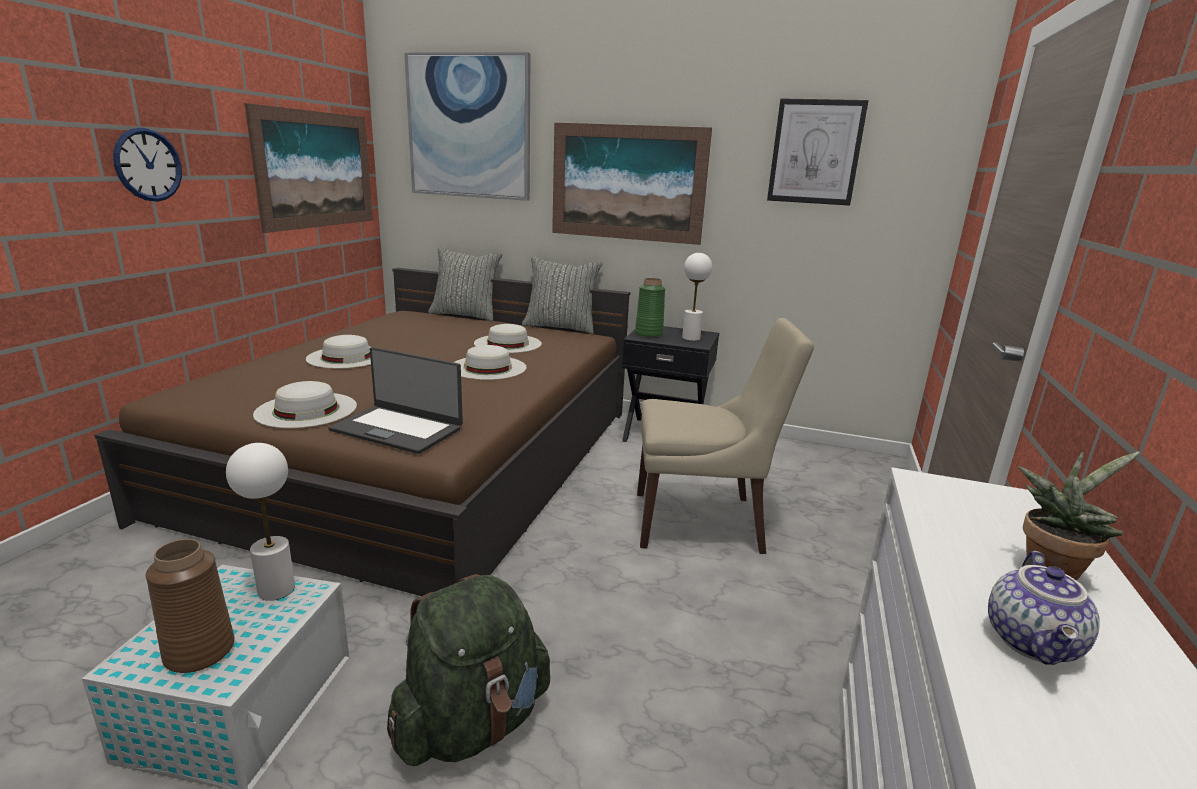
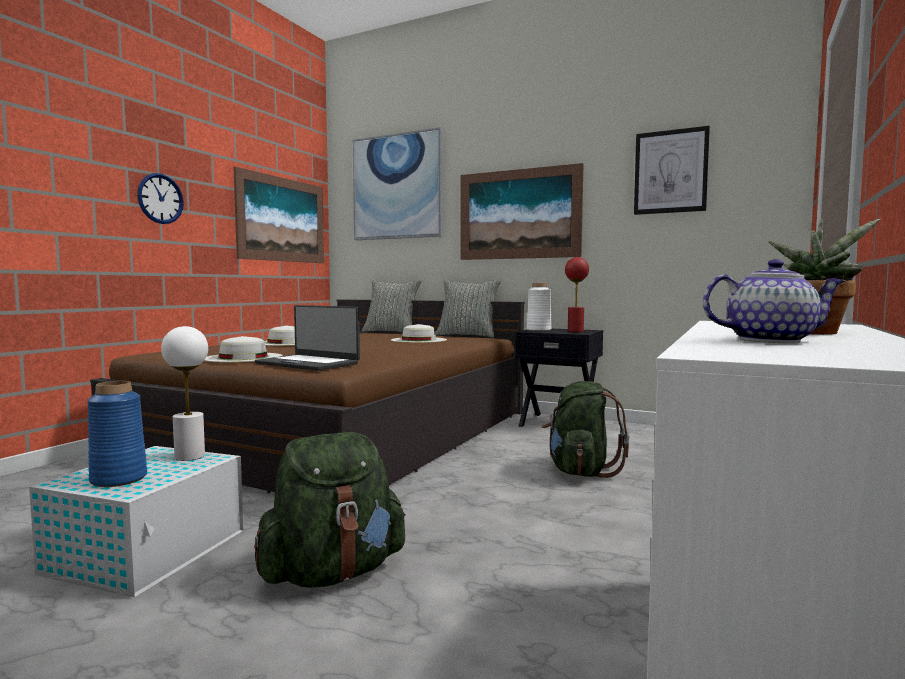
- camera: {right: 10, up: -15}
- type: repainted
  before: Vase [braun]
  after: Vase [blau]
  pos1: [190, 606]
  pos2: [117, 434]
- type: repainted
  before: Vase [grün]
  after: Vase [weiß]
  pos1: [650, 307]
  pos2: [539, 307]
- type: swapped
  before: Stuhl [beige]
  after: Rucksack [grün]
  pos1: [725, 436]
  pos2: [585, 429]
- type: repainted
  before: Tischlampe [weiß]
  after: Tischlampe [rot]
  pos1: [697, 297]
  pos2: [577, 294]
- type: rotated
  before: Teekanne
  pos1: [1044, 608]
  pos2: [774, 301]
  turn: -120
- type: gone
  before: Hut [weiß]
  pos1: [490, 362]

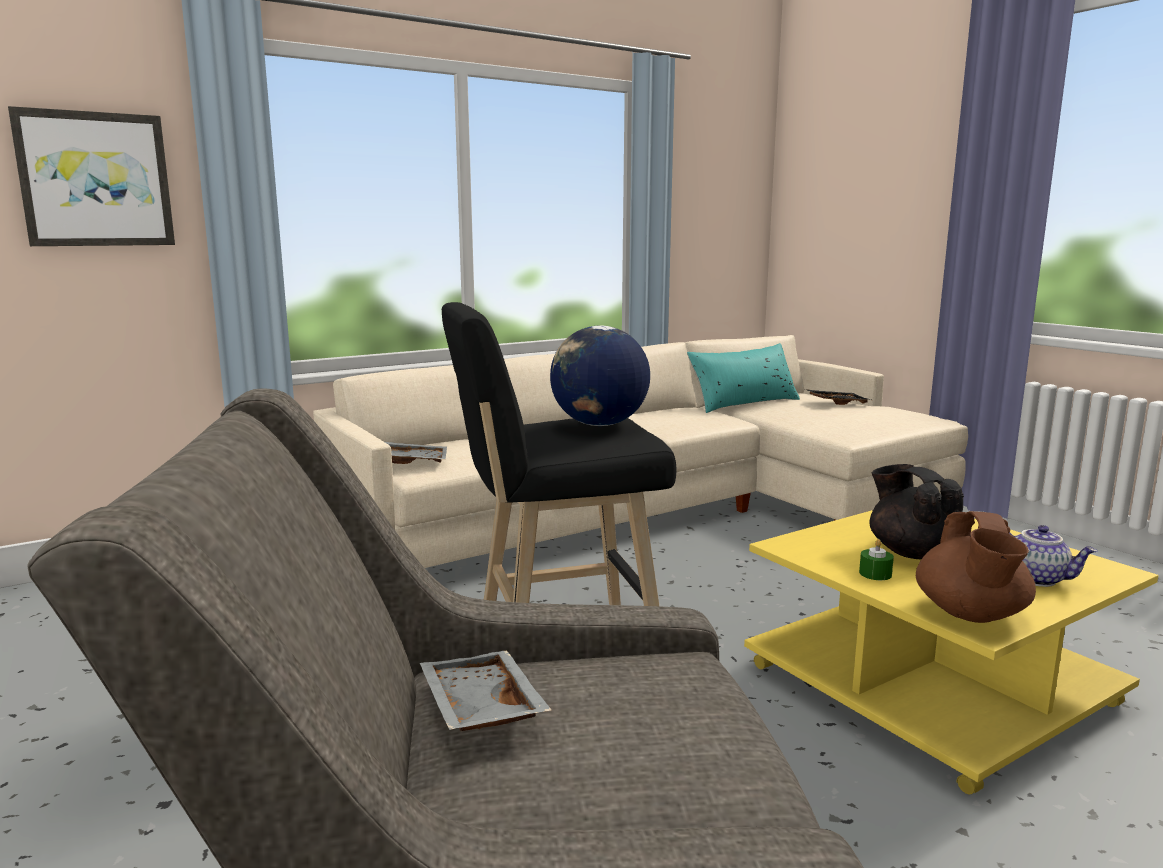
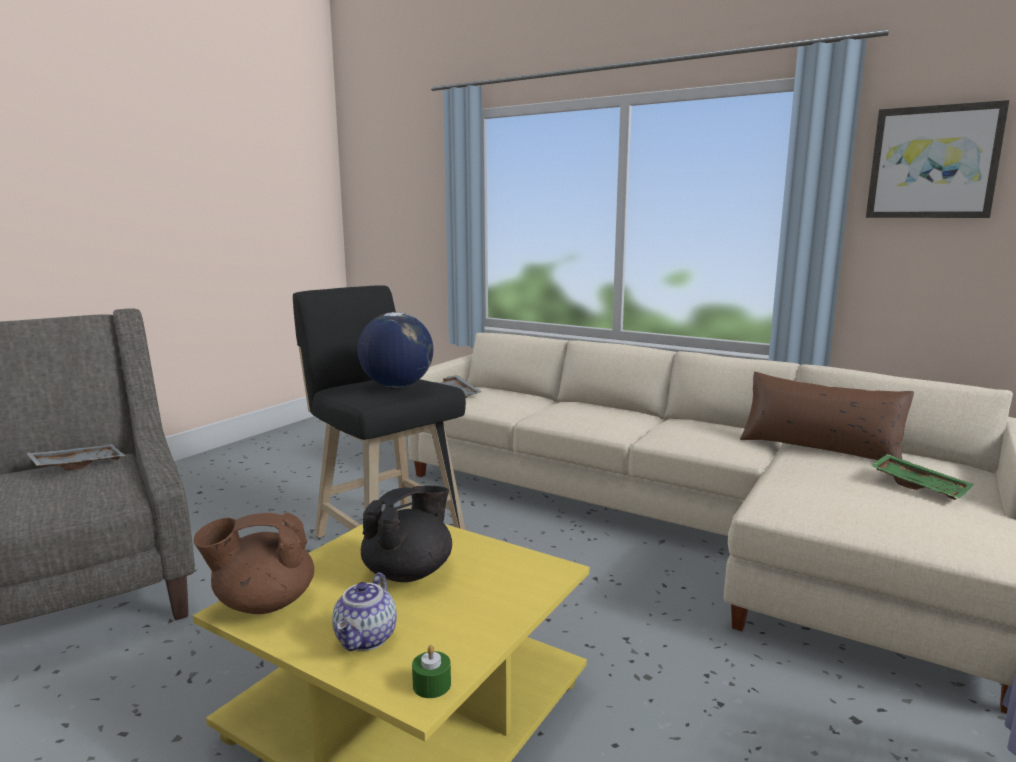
- camera: {right: 65, up: 0}
- type: shifted
  before: Kerze [grün]
  pos1: [876, 559]
  pos2: [431, 671]
- type: repainted
  before: Kissen [türkis]
  after: Kissen [braun]
  pos1: [743, 378]
  pos2: [827, 416]
- type: shifted
  before: Bild
  pos1: [91, 176]
  pos2: [938, 159]
- type: repainted
  before: Tablett [schwarz]
  after: Tablett [grün]
  pos1: [838, 397]
  pos2: [922, 477]

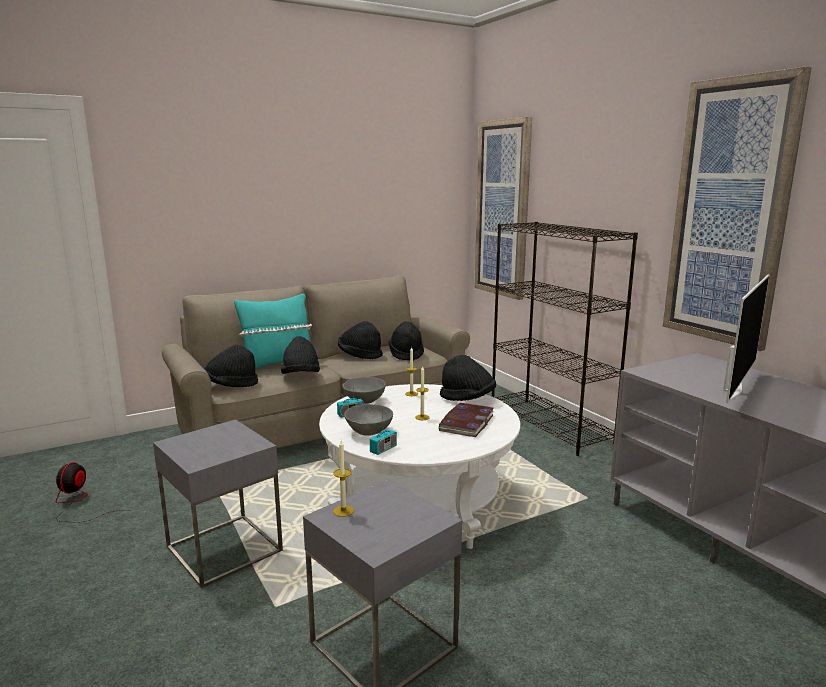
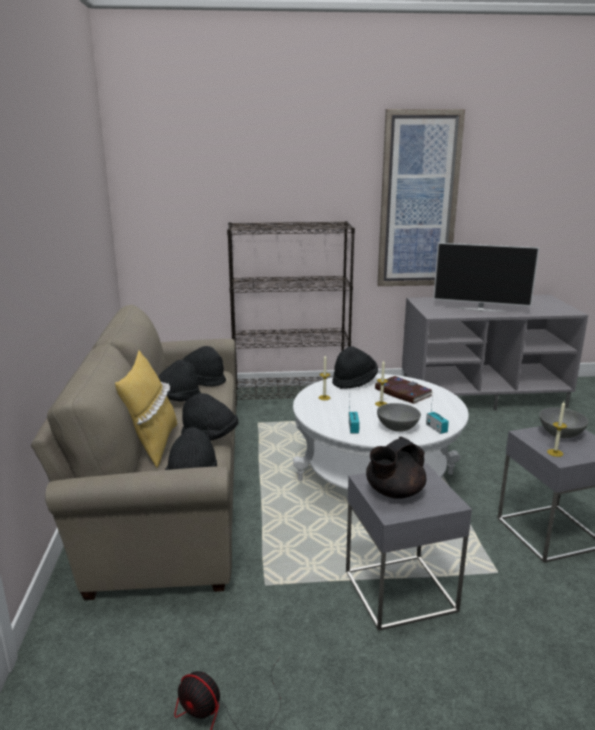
- camera: {right: -65, up: 5}
- type: repainted
  before: Kissen [türkis]
  after: Kissen [gelb]
  pos1: [273, 331]
  pos2: [146, 409]
- type: new
  after: Teekanne [schwarz]
  pos2: [396, 468]
- type: rotated
  before: Fernseher
  pos1: [746, 339]
  pos2: [486, 277]
  turn: 135
- type: shifted
  before: Schüssel [grau]
  pos1: [364, 390]
  pos2: [564, 422]
- type: gone
  before: Bild
  pos1: [503, 208]

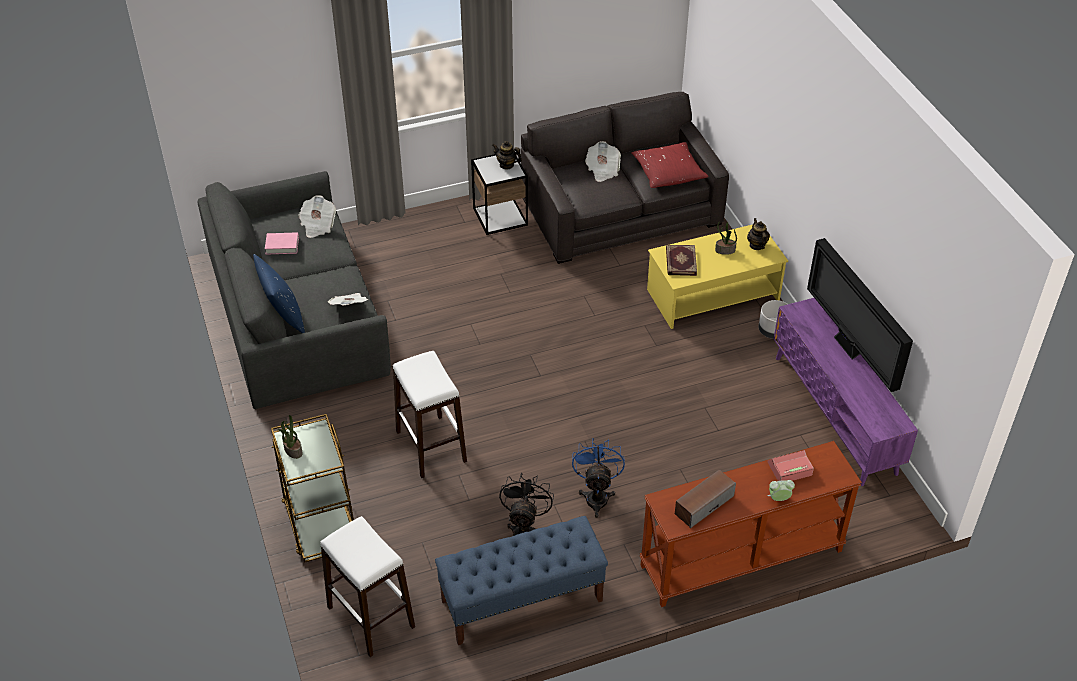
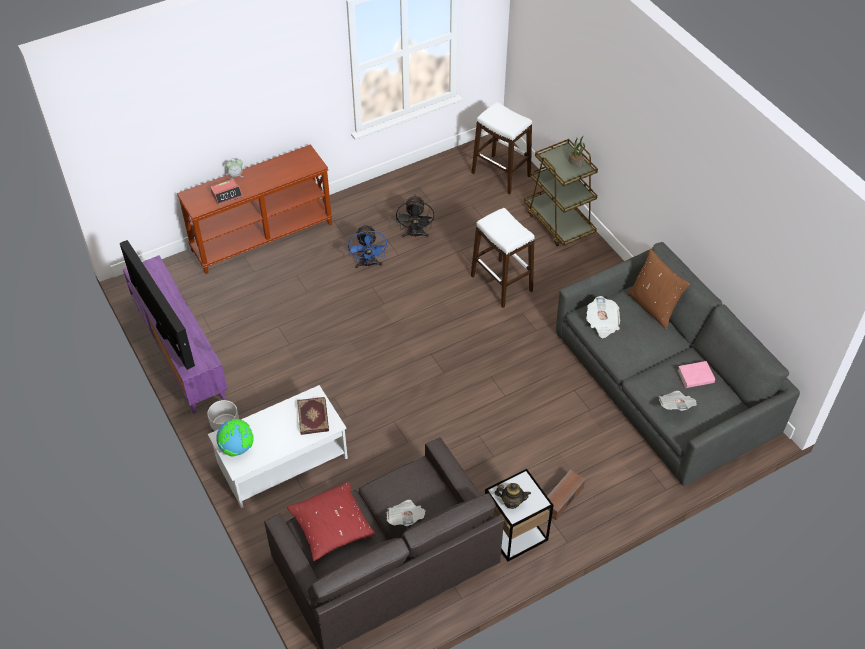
- camera: {right: 170, up: 5}
- type: repainted
  before: Couchtisch [gelb]
  after: Couchtisch [weiß]
  pos1: [717, 276]
  pos2: [278, 446]
- type: swapped
  before: Teekanne
  after: Globus
  pos1: [758, 234]
  pos2: [235, 438]
- type: shifted
  before: Lautsprecher
  pos1: [705, 499]
  pos2: [566, 494]
- type: repainted
  before: Kissen [blau]
  after: Kissen [braun]
  pos1: [279, 293]
  pos2: [658, 289]
- type: gone
  before: Bank [blau]
  pos1: [521, 580]
- type: gone
  before: Topfpflanze
  pos1: [726, 238]

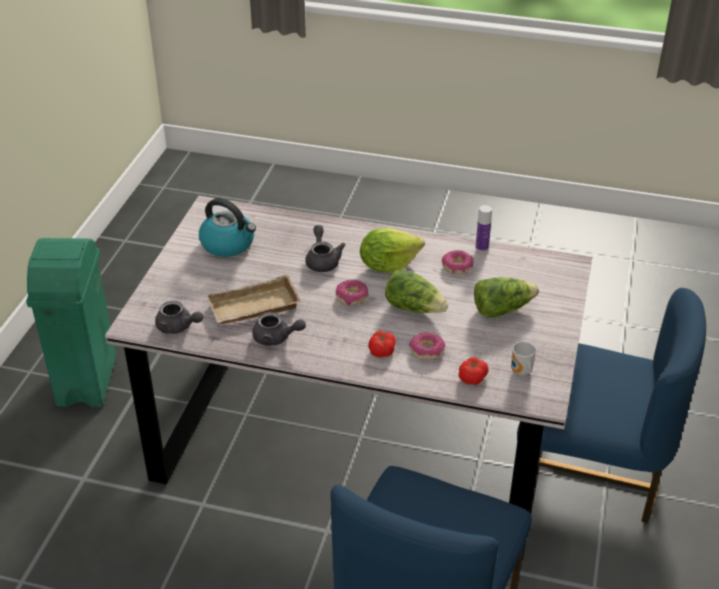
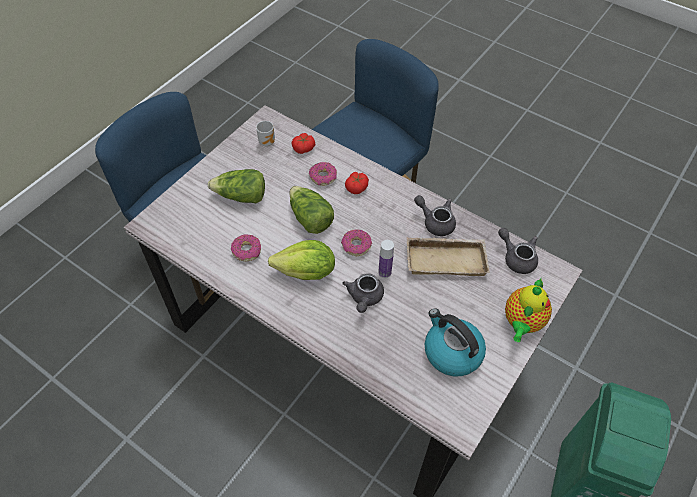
- camera: {right: -160, up: 15}
- type: shifted
  before: Flasche
  pos1: [484, 228]
  pos2: [386, 259]
- type: new
  after: Teekanne
  pos2: [528, 310]

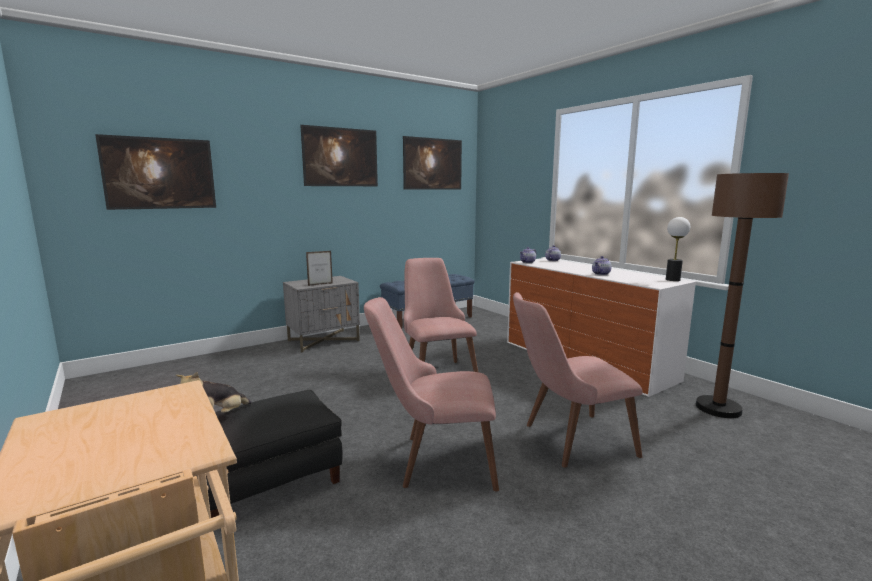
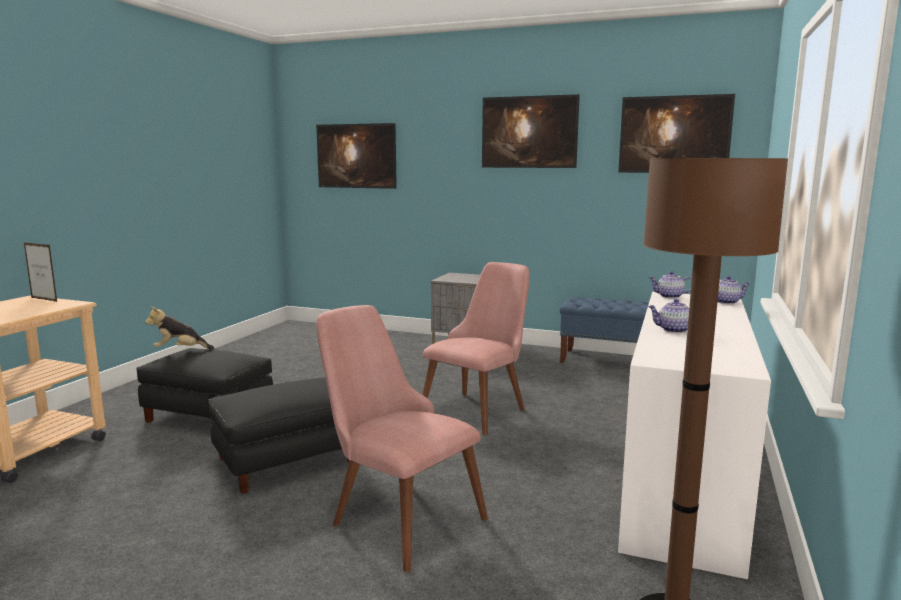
- camera: {right: 55, up: 0}
- type: shifted
  before: Bilderrahmen
  pos1: [319, 268]
  pos2: [40, 272]
- type: swapped
  before: Stuhl [rosa]
  after: Polsterhocker [schwarz]
  pos1: [431, 394]
  pos2: [279, 435]
- type: gone
  before: Tischlampe
  pos1: [678, 249]

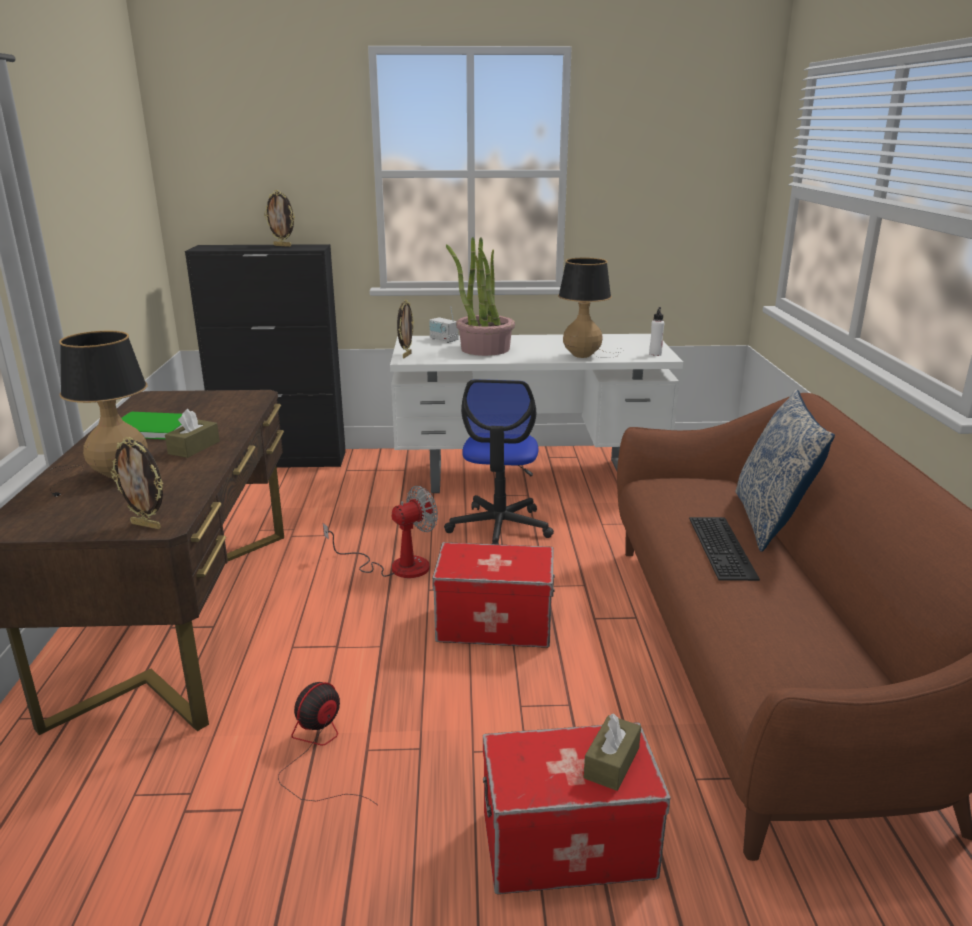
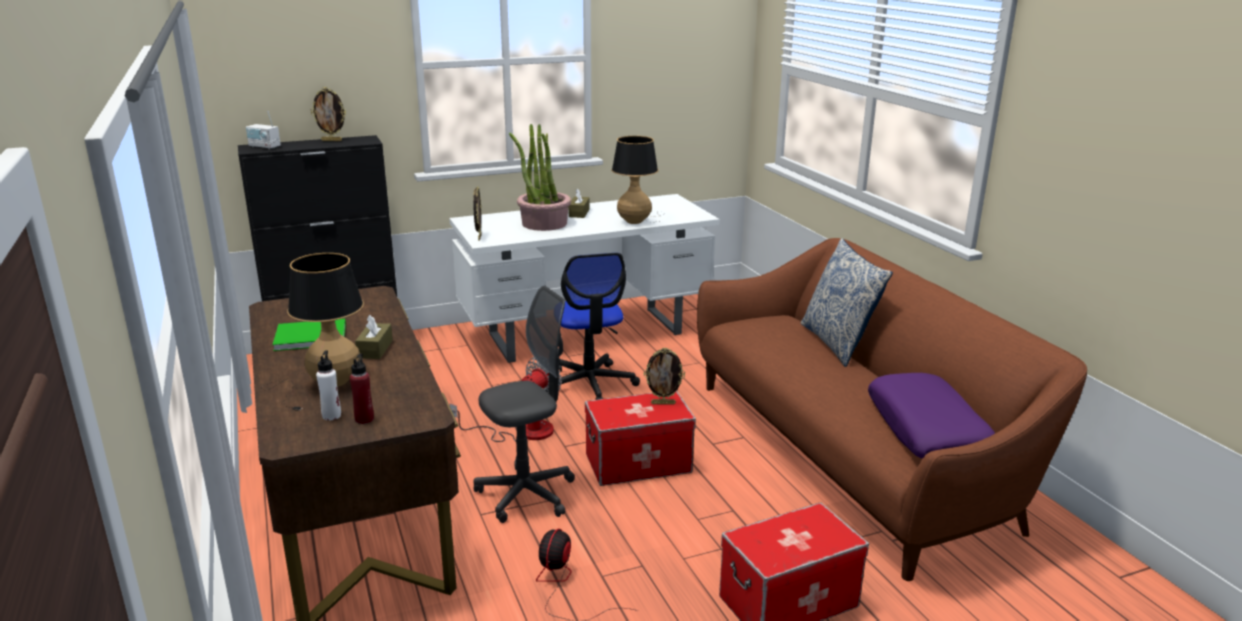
- camera: {right: -20, up: 0}
- type: shifted
  before: Radio
  pos1: [443, 324]
  pos2: [263, 130]
- type: shifted
  before: Flasche [weiß]
  pos1: [656, 331]
  pos2: [328, 385]
- type: new
  after: Flasche [rot]
  pos2: [362, 389]
- type: new
  after: Bürostuhl [grau]
  pos2: [524, 404]
- type: shifted
  before: Taschentuchbox [braun]
  pos1: [612, 752]
  pos2: [579, 203]
- type: shifted
  before: Bilderrahmen
  pos1: [136, 483]
  pos2: [664, 376]
- type: new
  after: Kissen [lila]
  pos2: [931, 416]
- type: gone
  before: Tastatur
  pos1: [724, 549]

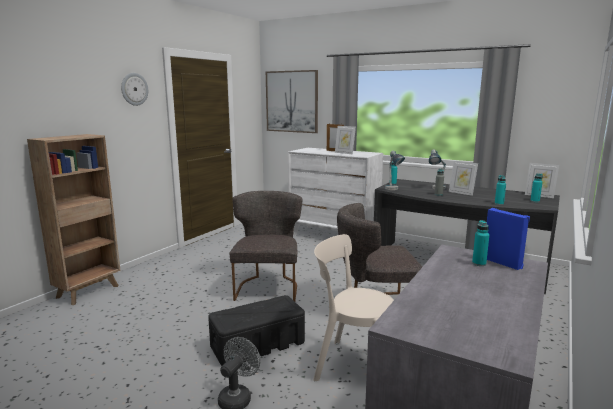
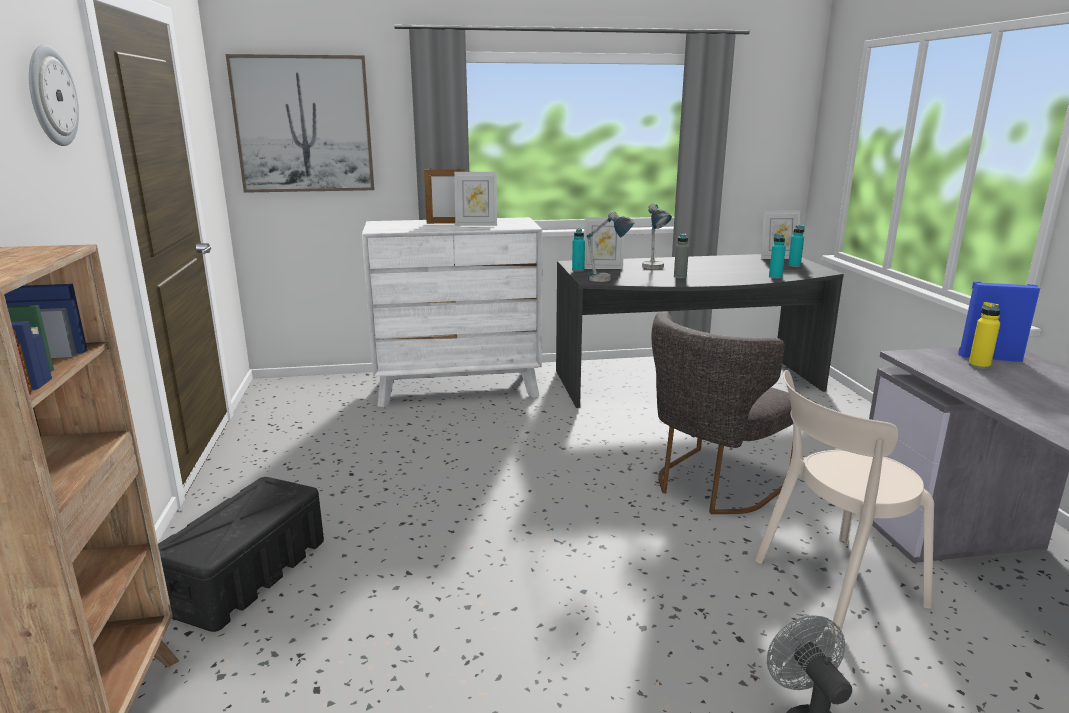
- camera: {right: -40, up: 5}
- type: shifted
  before: Aufbewahrungsbox [schwarz]
  pos1: [256, 330]
  pos2: [241, 554]
- type: shifted
  before: Bilderrahmen
  pos1: [463, 178]
  pos2: [604, 243]
- type: repainted
  before: Flasche [türkis]
  after: Flasche [gelb]
  pos1: [480, 243]
  pos2: [984, 335]
- type: gone
  before: Stuhl [grau]
  pos1: [266, 246]

